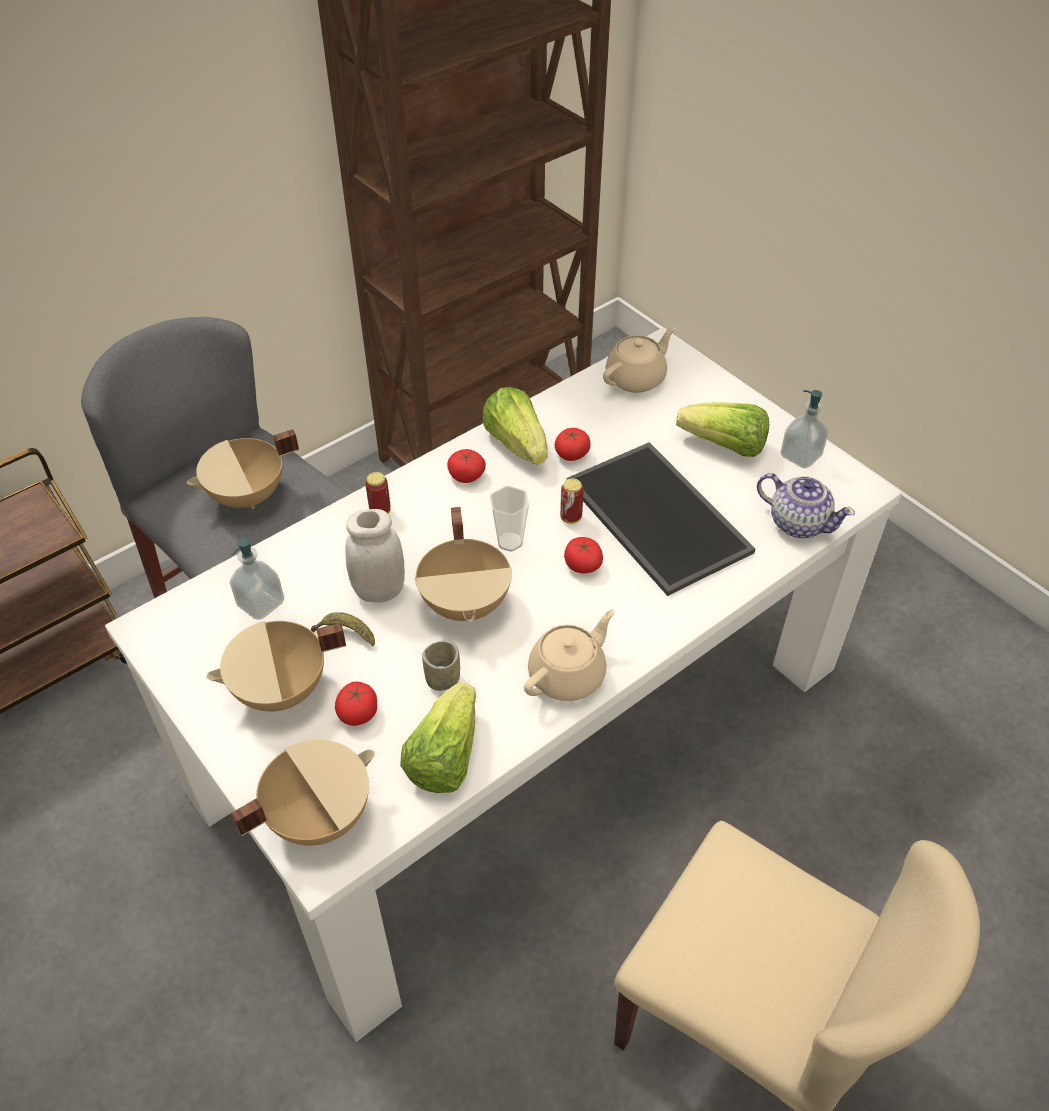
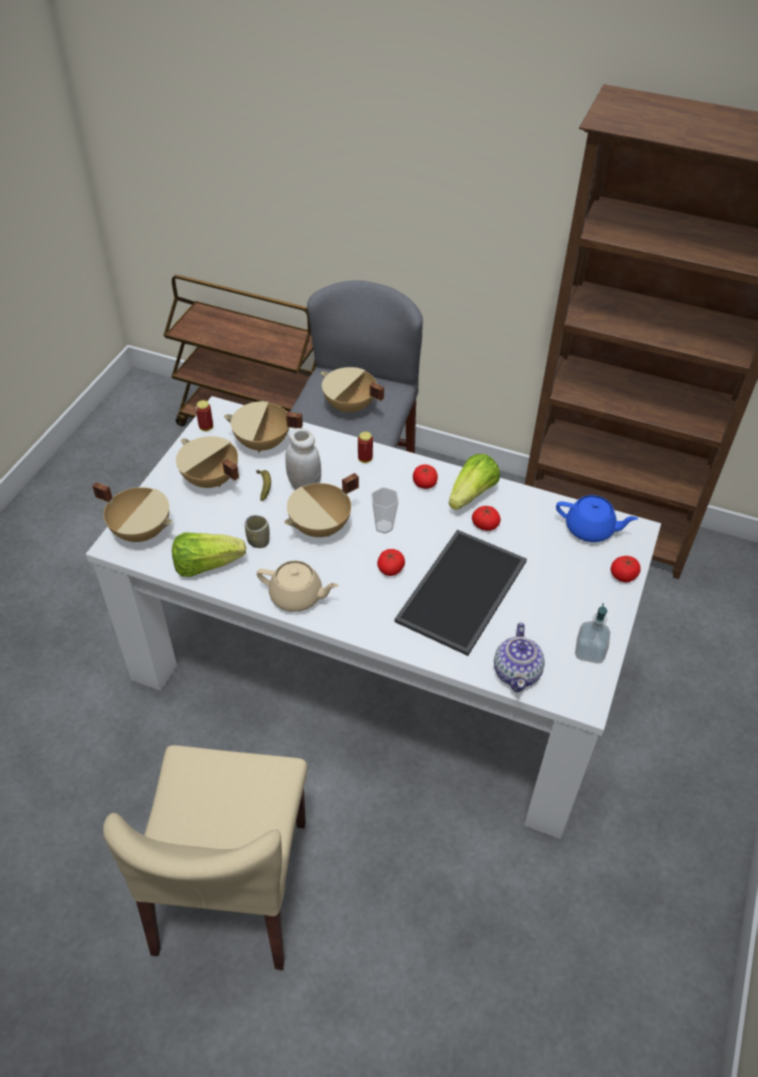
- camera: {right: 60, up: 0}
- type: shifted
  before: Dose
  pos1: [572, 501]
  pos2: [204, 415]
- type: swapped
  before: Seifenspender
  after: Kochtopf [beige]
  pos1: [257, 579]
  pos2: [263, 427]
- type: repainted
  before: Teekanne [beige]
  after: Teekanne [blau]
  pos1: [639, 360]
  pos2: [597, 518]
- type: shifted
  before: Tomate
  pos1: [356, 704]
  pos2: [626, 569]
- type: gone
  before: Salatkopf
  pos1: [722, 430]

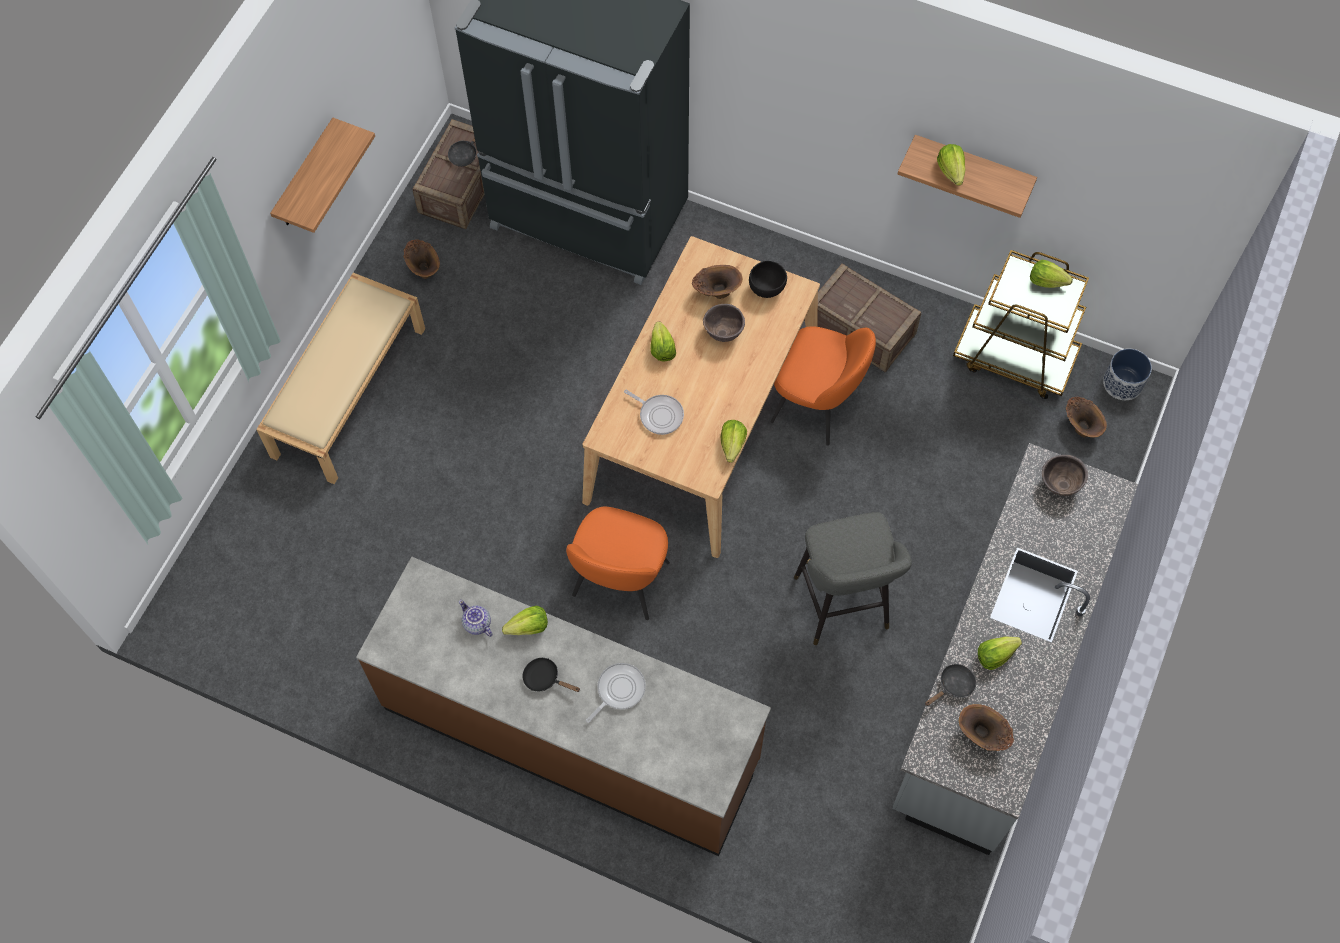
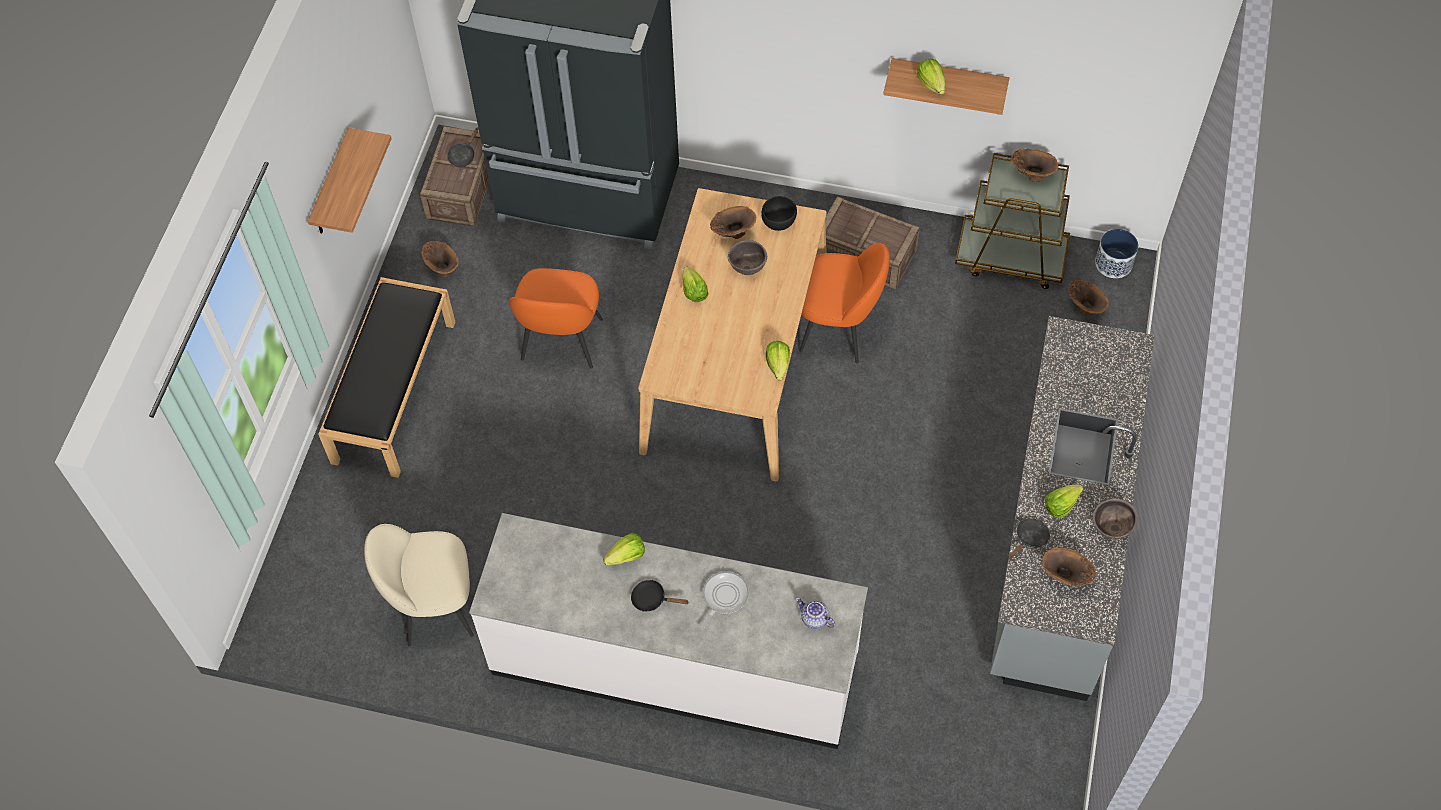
- camera: {right: -10, up: -5}
- type: repainted
  before: Bank [beige]
  after: Bank [schwarz]
  pos1: [340, 378]
  pos2: [386, 377]
- type: new
  after: Stuhl [beige]
  pos2: [419, 585]
- type: repainted
  before: Küchenzeile [braun]
  after: Küchenzeile [weiß]
  pos1: [563, 706]
  pos2: [668, 631]
- type: shifted
  before: Stuhl [orange]
  pos1: [618, 563]
  pos2: [556, 318]
- type: shifted
  before: Teekanne
  pos1: [476, 618]
  pos2: [815, 613]
- type: swapped
  before: Salatkopf
  after: Vase [braun]
  pos1: [1051, 274]
  pos2: [1034, 165]
- type: shifted
  before: Schüssel [braun]
  pos1: [1065, 475]
  pos2: [1115, 518]
- type: gone
  before: Pfanne
  pos1: [654, 412]
- type: gone
  before: Hocker [grau]
  pos1: [853, 578]

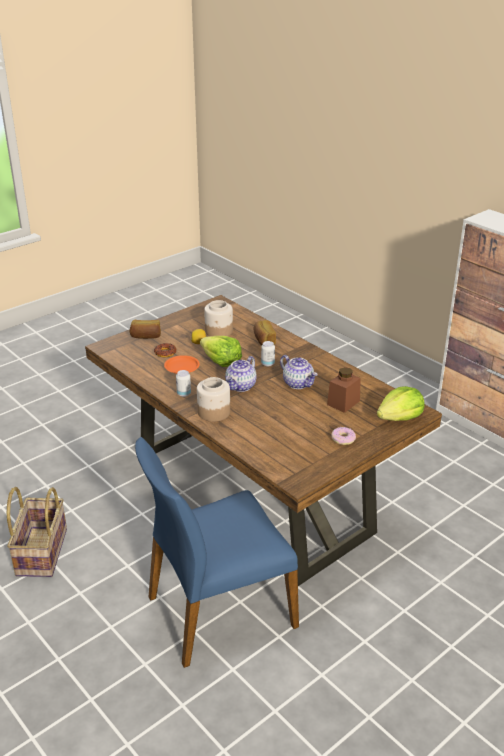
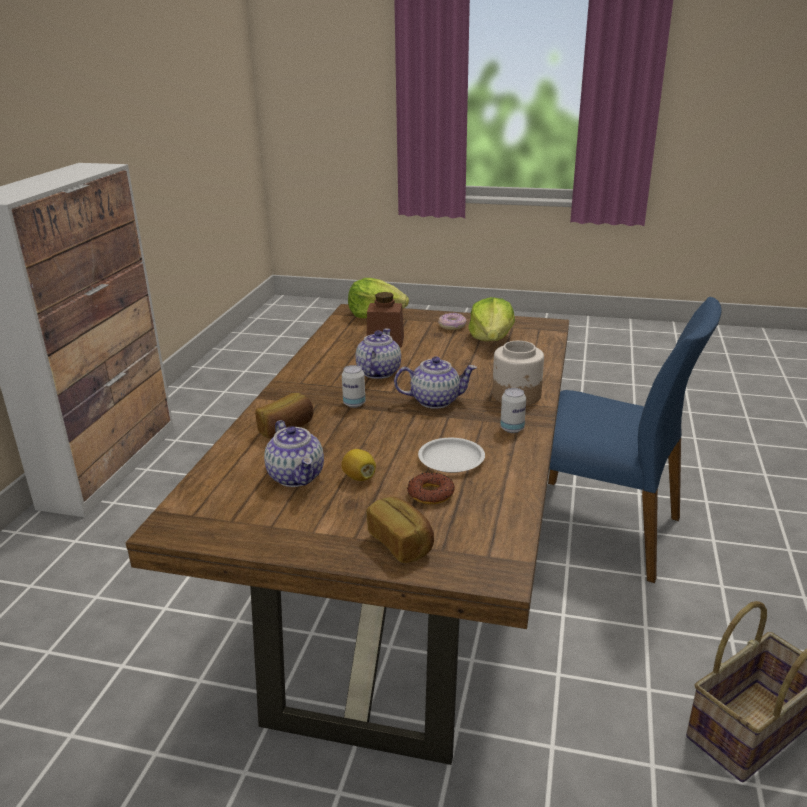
- camera: {right: -125, up: -5}
- type: swapped
  before: Vorratsglas
  after: Teekanne
  pos1: [218, 318]
  pos2: [294, 453]
- type: repainted
  before: Teller [orange]
  after: Teller [weiß]
  pos1: [182, 364]
  pos2: [451, 455]
- type: shifted
  before: Salatkopf
  pos1: [221, 351]
  pos2: [491, 319]

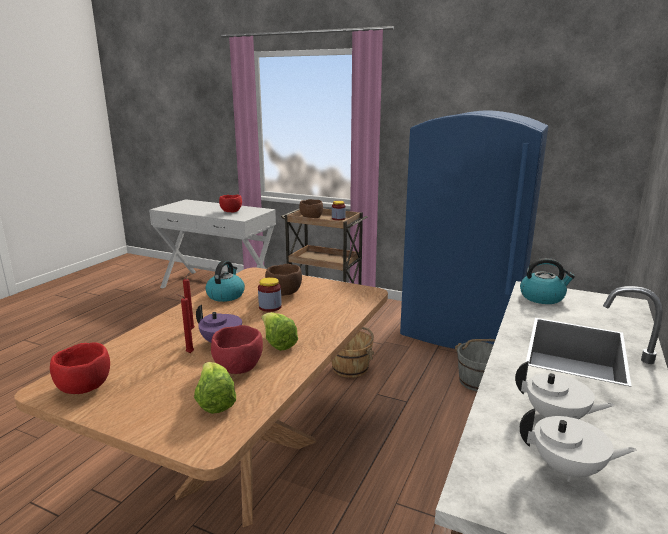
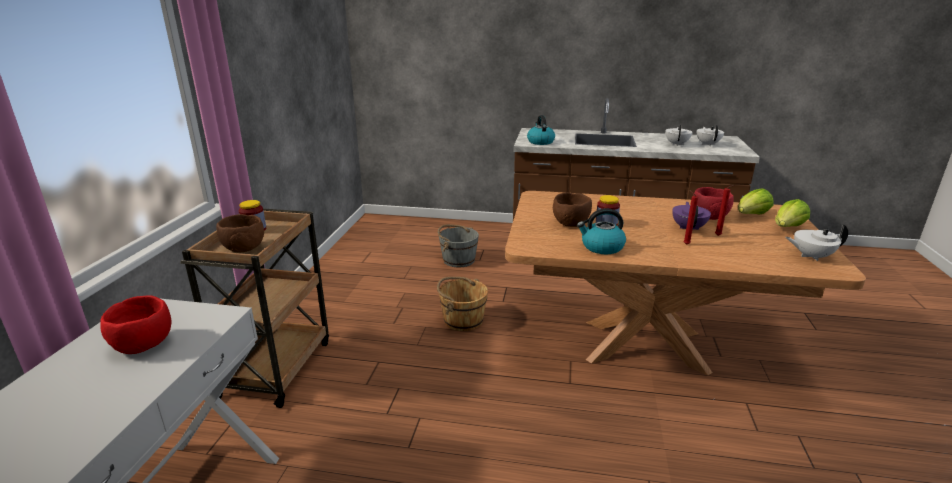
- camera: {right: -105, up: 5}
- type: shifted
  before: Salatkopf
  pos1: [280, 331]
  pos2: [792, 213]
- type: swapped
  before: Schüssel [rot]
  after: Teekanne [weiß]
  pos1: [80, 368]
  pos2: [817, 242]
- type: gone
  before: Kühlschrank [blau]
  pos1: [474, 229]

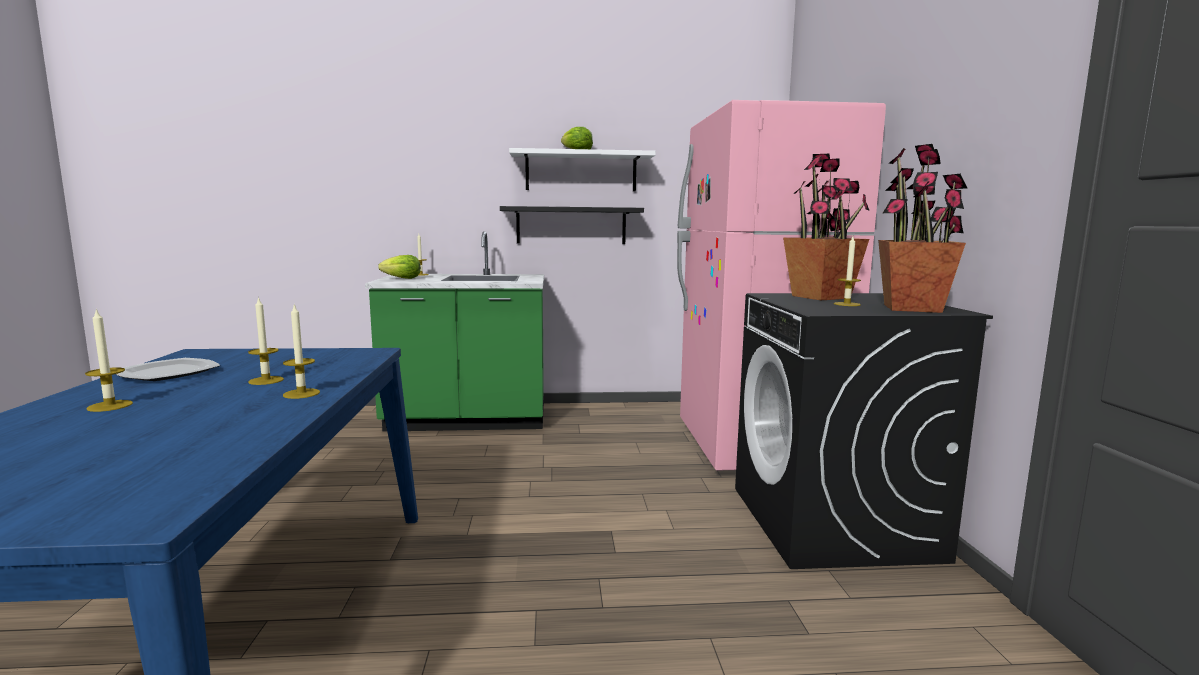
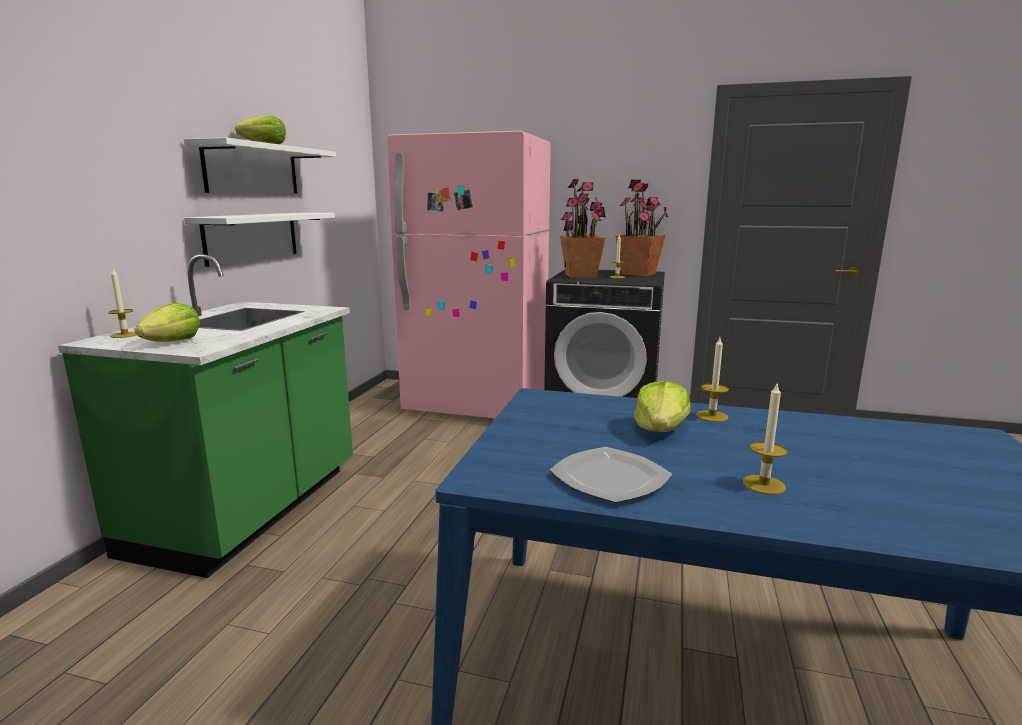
- camera: {right: -70, up: 5}
- type: repainted
  before: Wandregal [schwarz]
  after: Wandregal [weiß]
  pos1: [572, 225]
  pos2: [259, 240]
- type: swapped
  before: Kerze
  after: Salatkopf
  pos1: [266, 341]
  pos2: [662, 406]

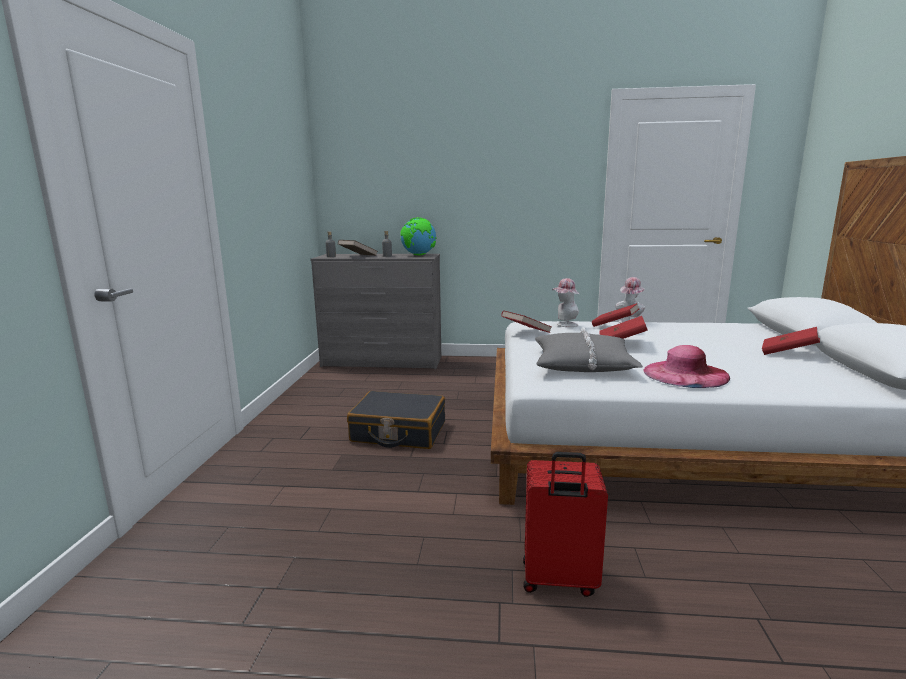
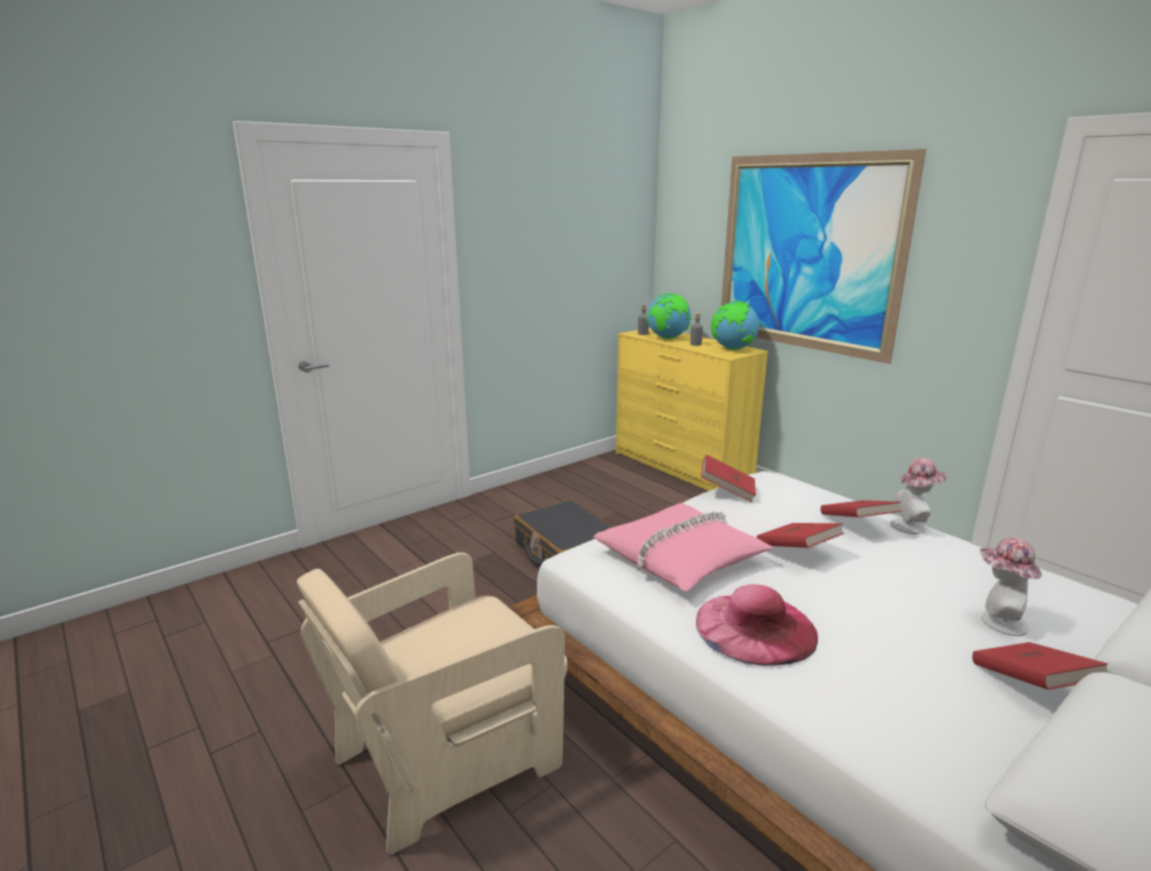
- camera: {right: 45, up: 5}
- type: swapped
  before: Koffer [rot]
  after: Sessel [beige]
  pos1: [565, 524]
  pos2: [432, 703]
- type: repainted
  before: Kissen [grau]
  after: Kissen [rosa]
  pos1: [589, 349]
  pos2: [683, 547]
- type: repainted
  before: Kommode [grau]
  after: Kommode [gelb]
  pos1: [375, 311]
  pos2: [692, 409]
- type: swapped
  before: Buch [braun]
  after: Globus
  pos1: [357, 248]
  pos2: [668, 316]
- type: new
  after: Bild
  pos2: [823, 256]
- type: shifted
  before: Hut
  pos1: [565, 302]
  pos2: [1011, 586]

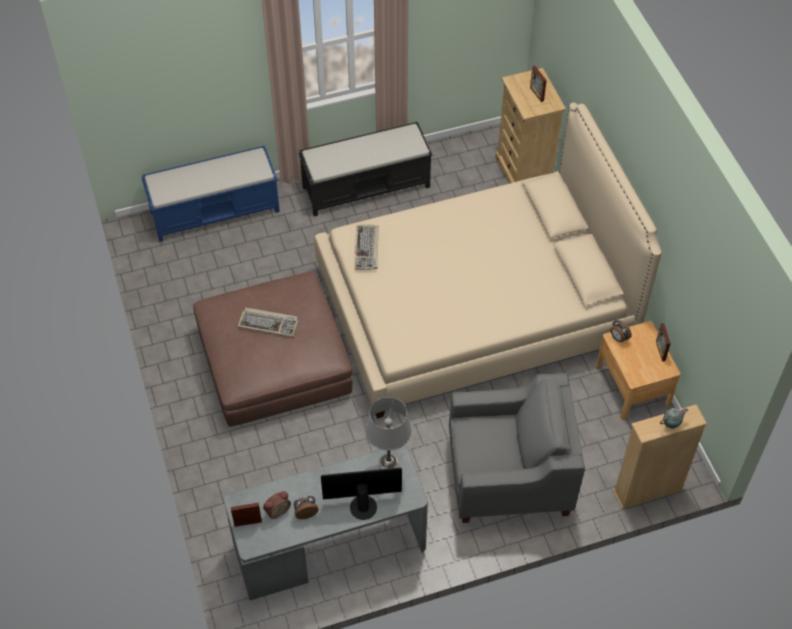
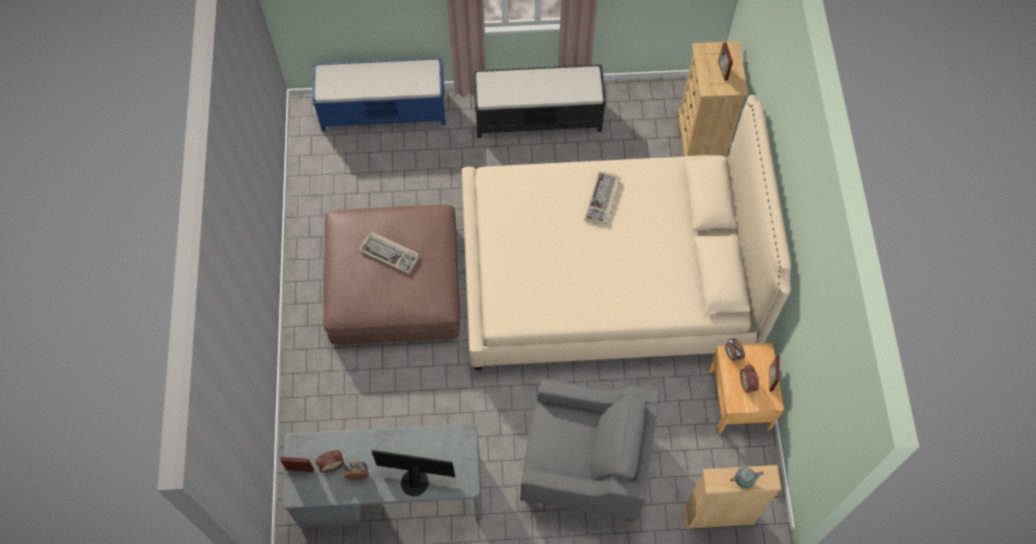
- camera: {right: 15, up: 10}
- type: shifted
  before: Tastatur
  pos1: [366, 247]
  pos2: [602, 197]
- type: new
  after: Wecker
  pos2: [749, 378]
- type: gone
  before: Tischlampe [grau]
  pos1: [388, 433]

